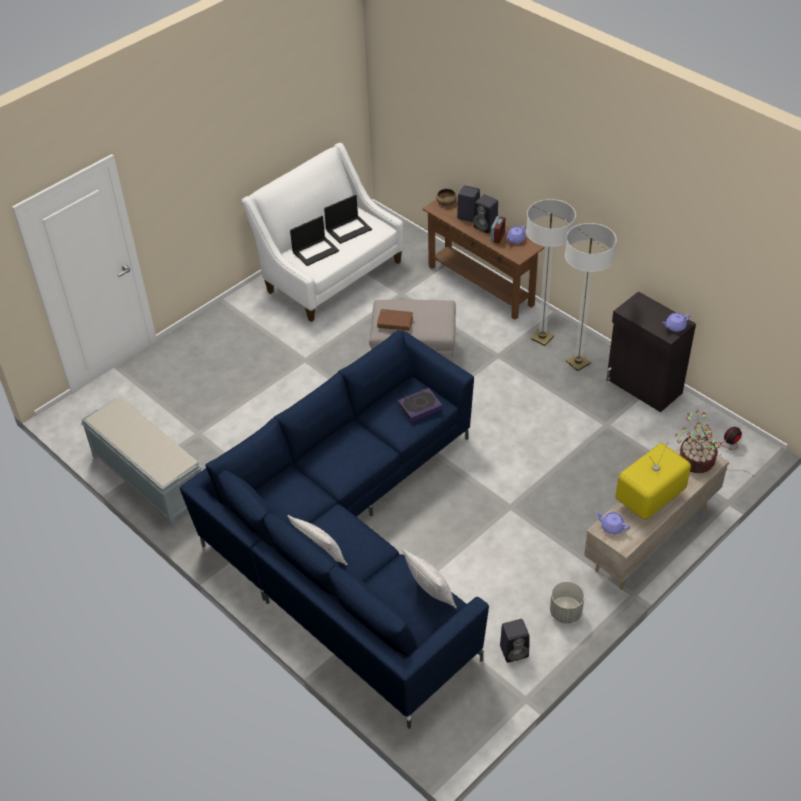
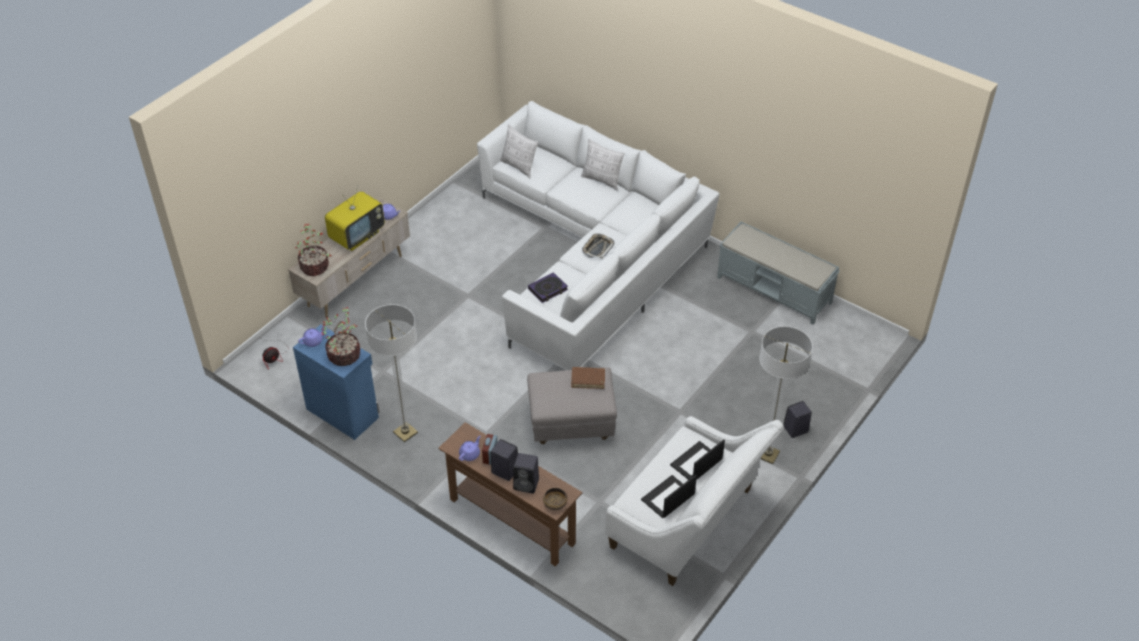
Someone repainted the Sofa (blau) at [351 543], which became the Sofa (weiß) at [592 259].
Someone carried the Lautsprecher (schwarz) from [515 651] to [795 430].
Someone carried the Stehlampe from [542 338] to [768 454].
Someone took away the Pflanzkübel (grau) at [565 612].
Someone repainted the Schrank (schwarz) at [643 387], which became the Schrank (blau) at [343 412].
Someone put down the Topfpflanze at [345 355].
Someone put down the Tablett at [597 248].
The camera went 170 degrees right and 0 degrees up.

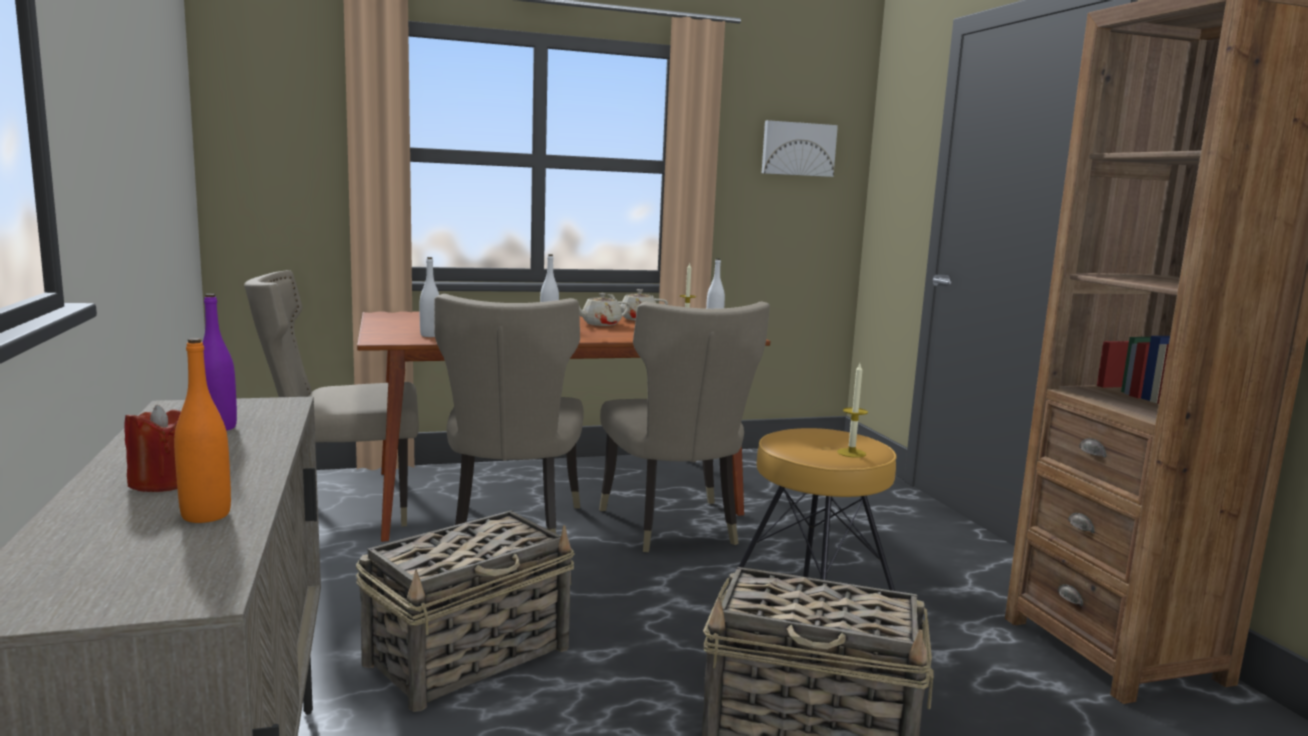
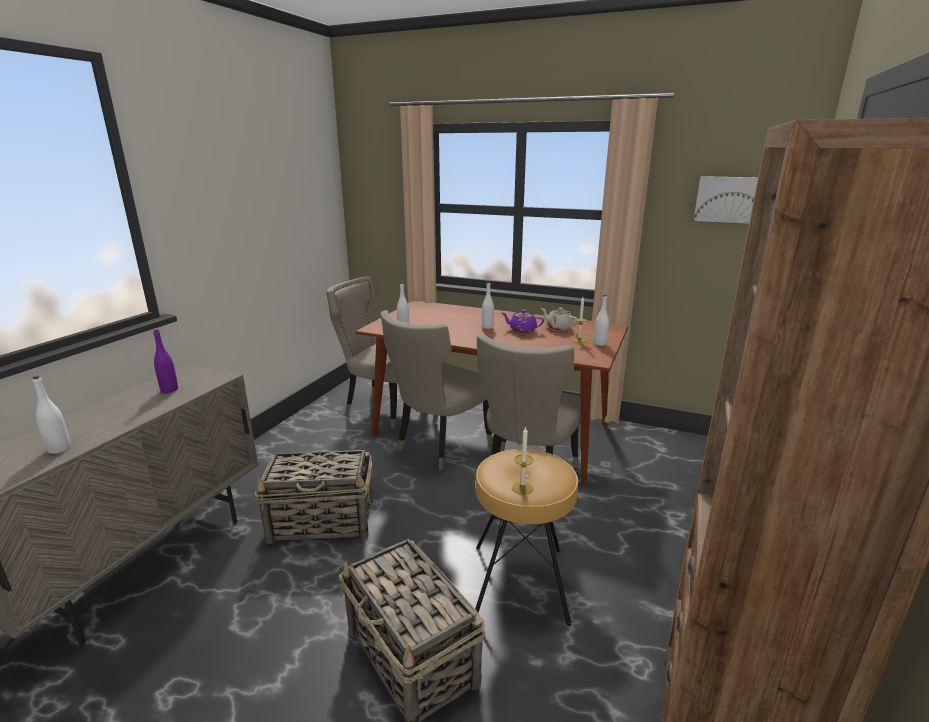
Someone took away the Kerze (rot) at [162 483].
Someone repainted the Flasche (orange) at [206 515], which became the Flasche (weiß) at [59 449].
Someone repainted the Teekanne (beige) at [600 324], which became the Teekanne (lila) at [522 330].
The camera went 40 degrees right and 10 degrees up.

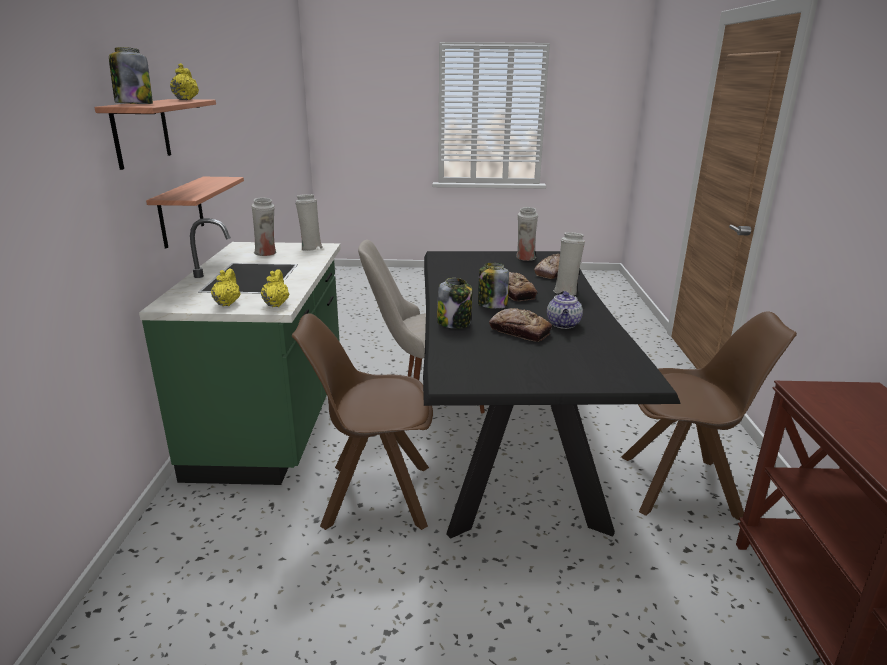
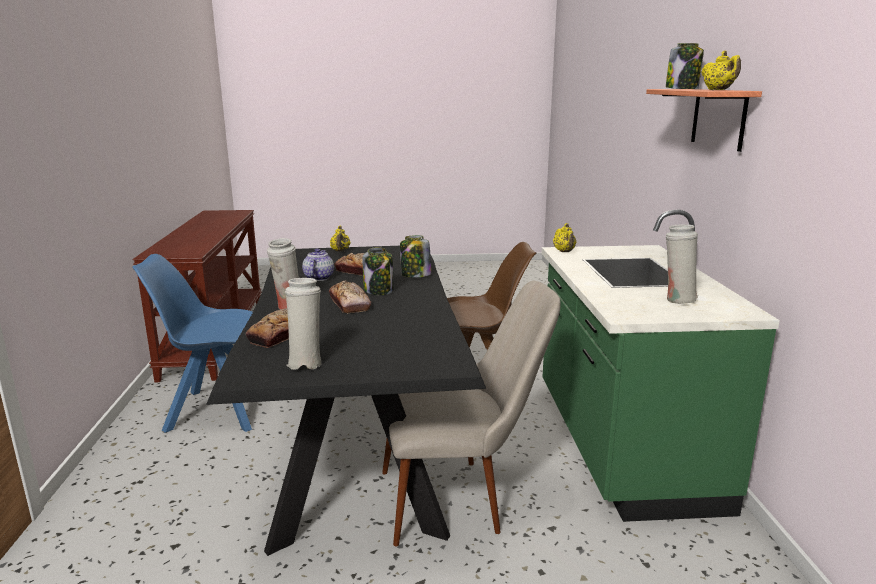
Someone took away the Wandregal at [181 212].
Someone carried the Teekanne (gelb) from [227 303] to [340 251].
Someone took away the Vase (weiß) at [310 248].
Someone repainted the Stuhl (braun) at [683 487], which became the Stuhl (blau) at [216 410].
The camera went 175 degrees right and 5 degrees down.

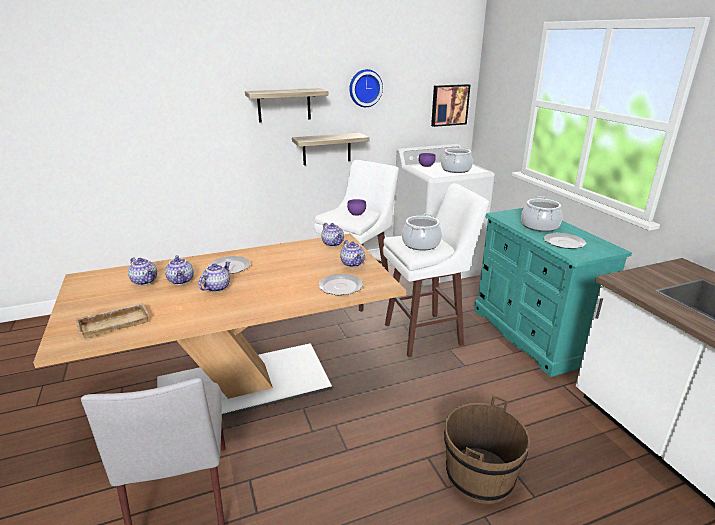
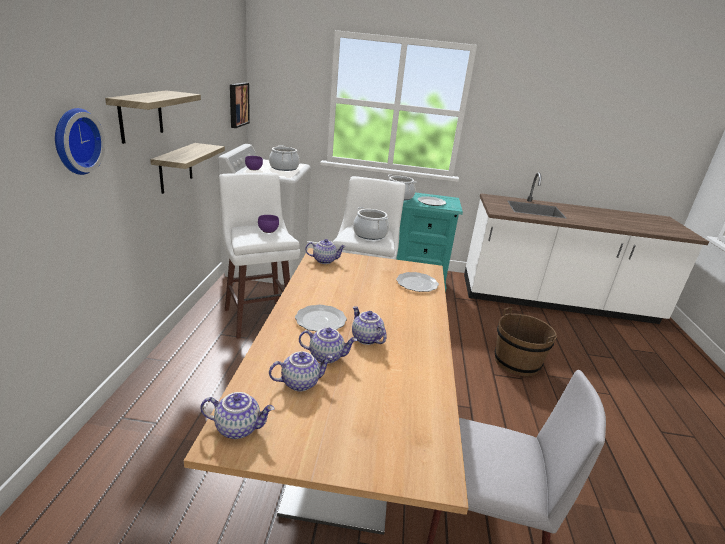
Someone took away the Tablett (beige) at [115 323].
Someone carried the Teekanne from [353 264] to [238 427].
Someone carried the Wanduhr from [365 88] to [74 141].
The camera went 65 degrees left and 0 degrees up.

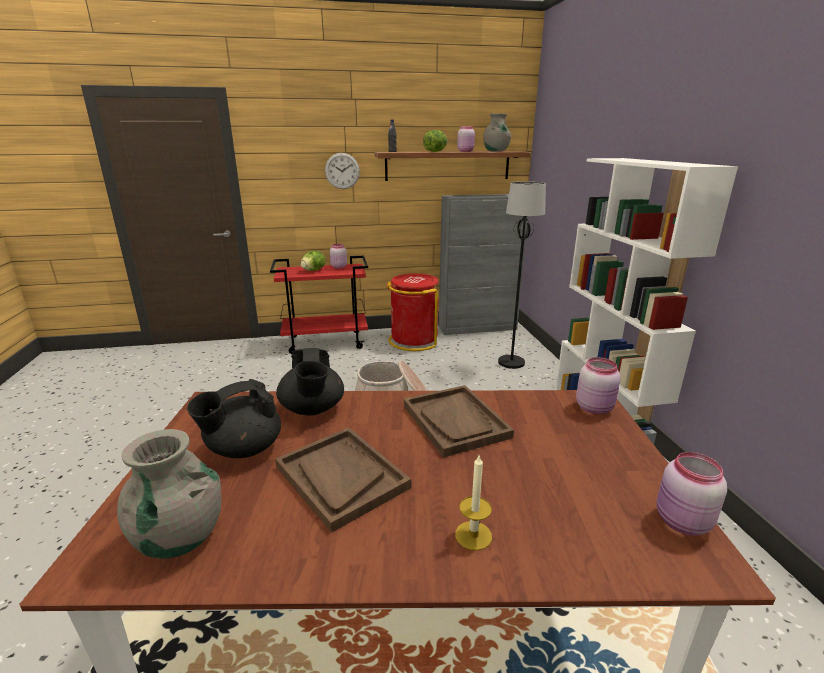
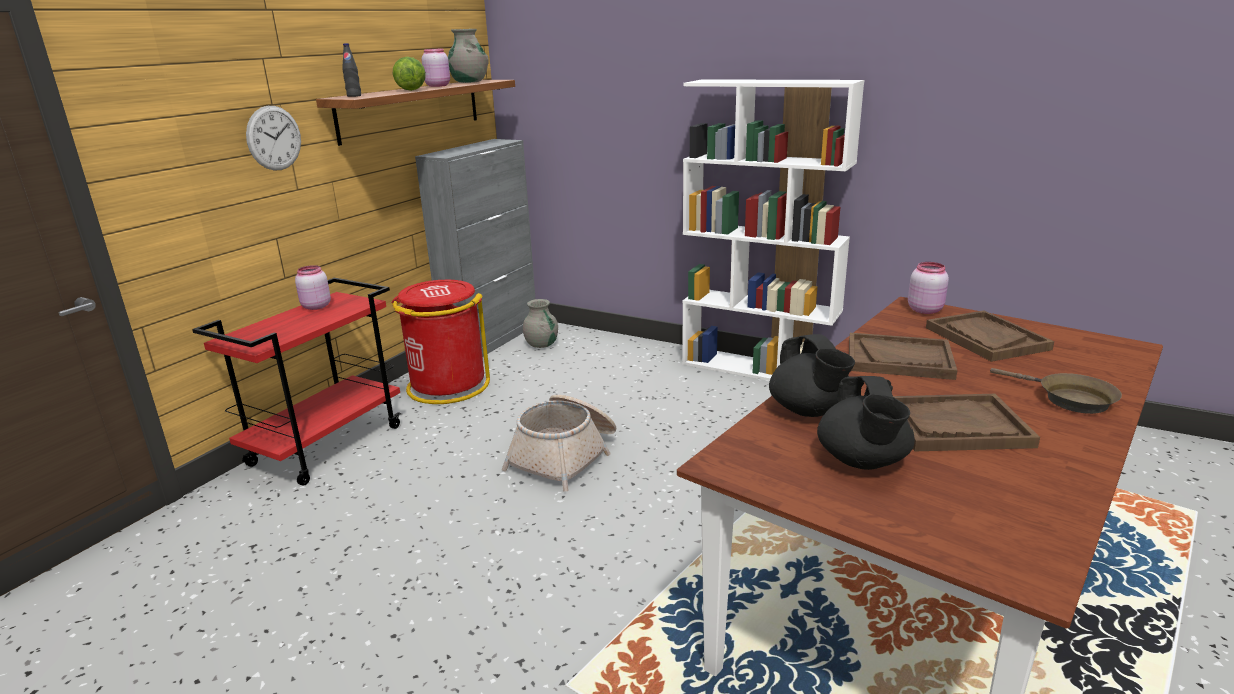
Someone carried the Vase (grau) from [180 537] to [541 344].
Someone rotated the Teekanne (schwarz) at [312 409] by 45 degrees clockwise.
Someone took away the Salatkopf at [313 270].
Someone swapped the Kerze at [473 535] for the Pfanne (braun) at [1069 399].
Someone took away the Stehlampe (schwarz) at [511 362].
Someone took away the Vorratsglas (rosa) at [681 522].
Someone put down the Tablett (braun) at [986 338].
The camera went 50 degrees left and 0 degrees up.

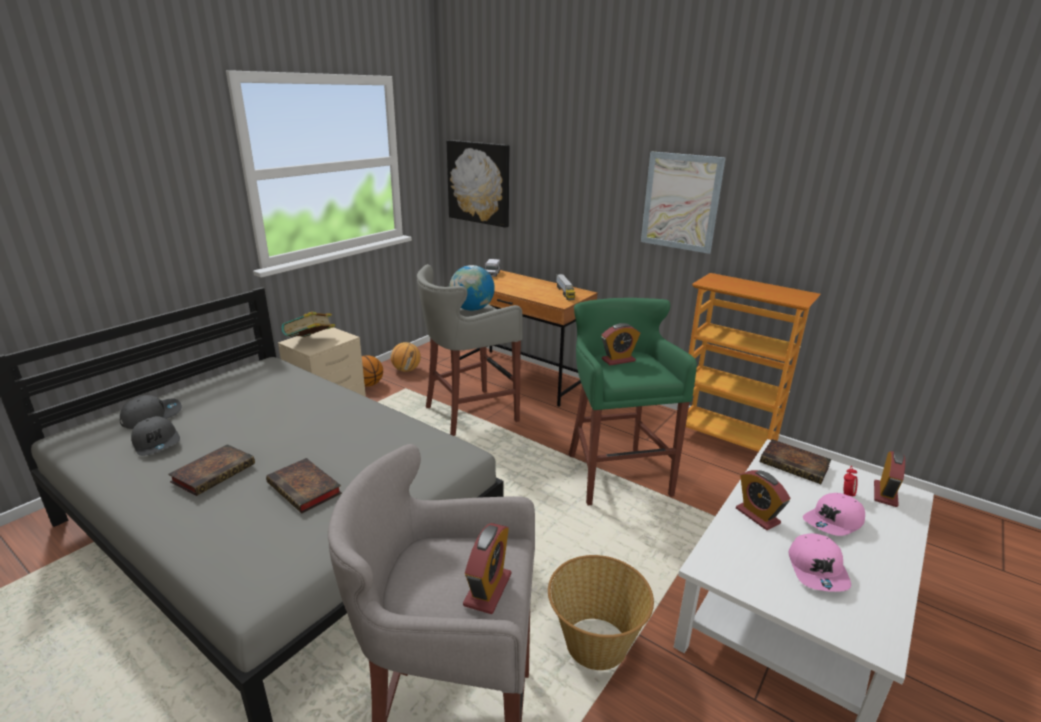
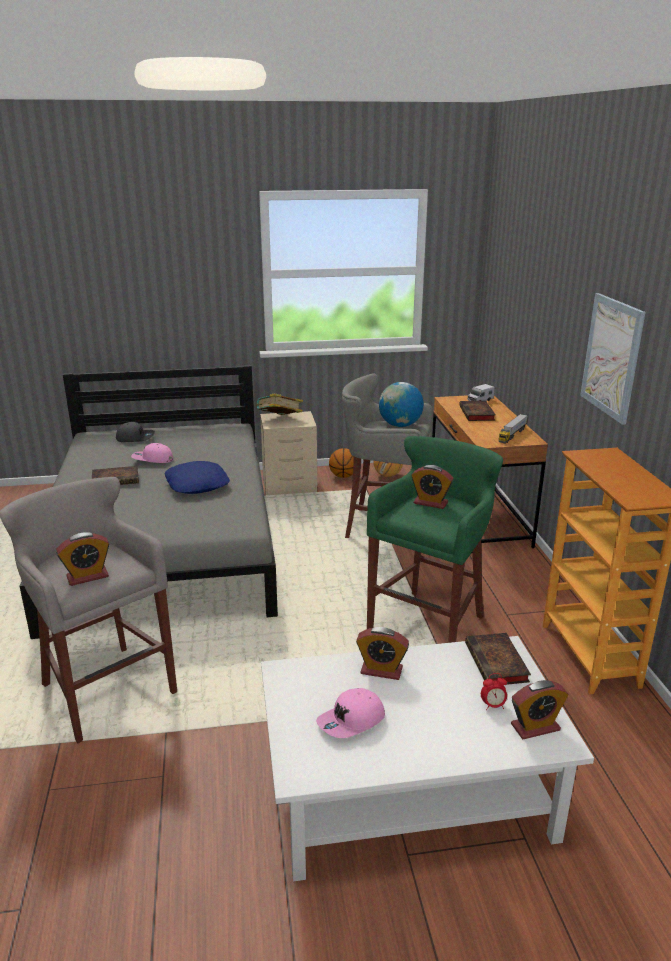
Someone took away the Kappe (grau) at [157 443].
Someone carried the Buch from [306 489] to [477 414].
Someone took away the Bild at [479 183].
Someone took away the Korb at [594 645].
Someone rotated the Wecker at [757 516] by 90 degrees counterclockwise.
Someone carried the Kappe (rosa) from [834 522] to [152 459].
Someone put down the Kissen (blau) at [197 484].
The camera went 45 degrees right and 0 degrees up.

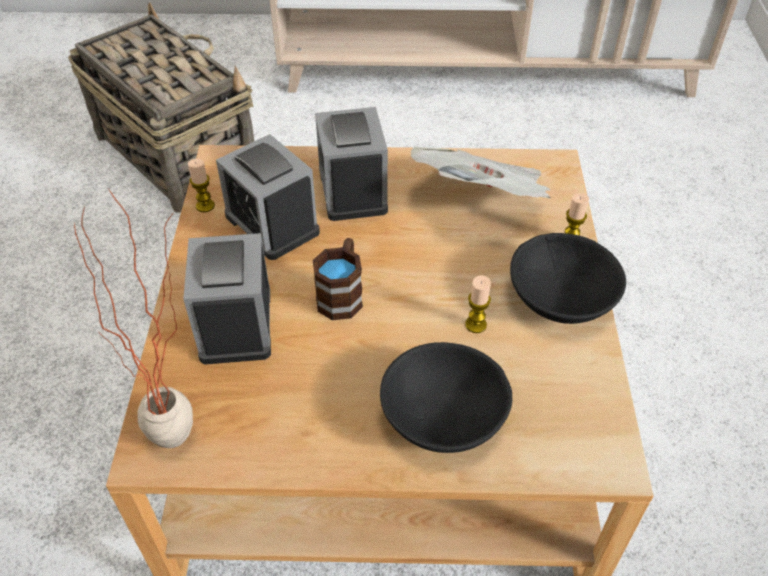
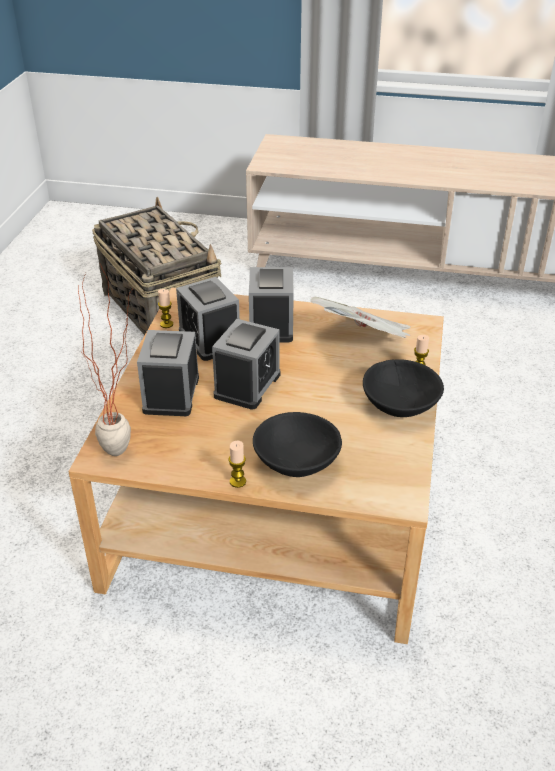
Someone swapped the Henkelbecher (braun) at [342 294] for the Wecker at [247 385].
Someone carried the Kerze from [475 325] to [237 481].
The camera went 10 degrees right and 10 degrees down.

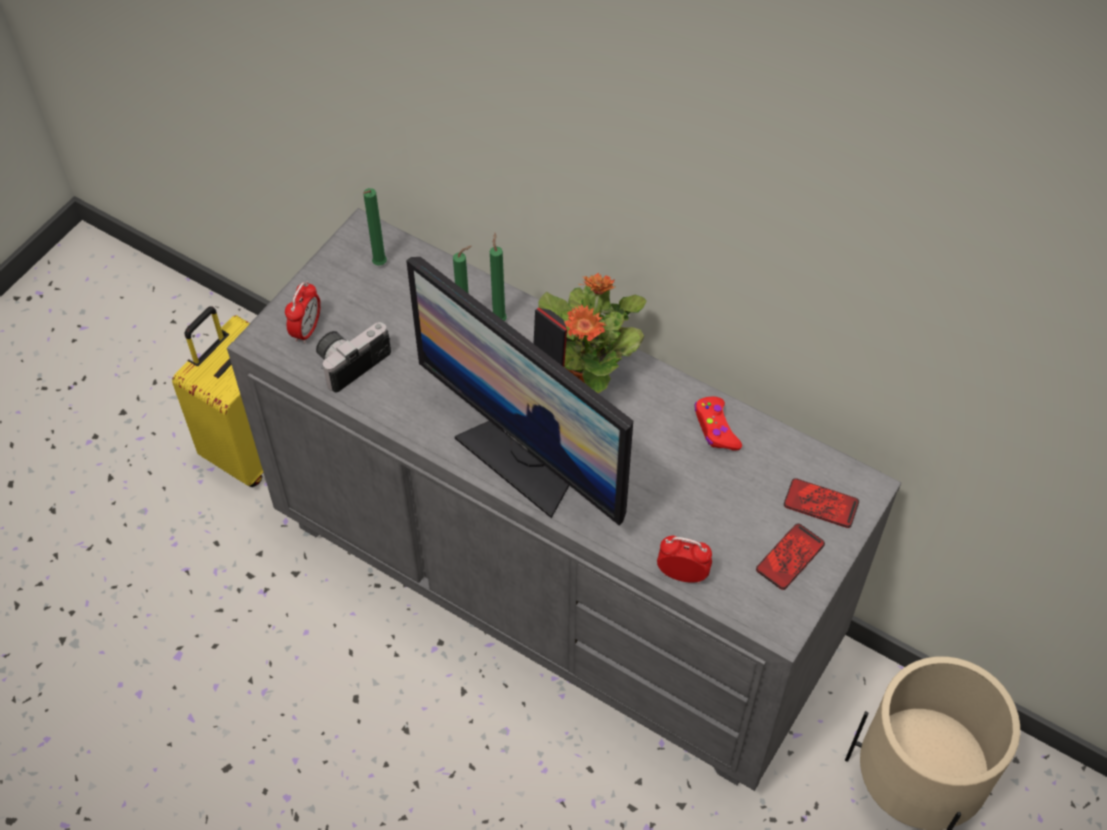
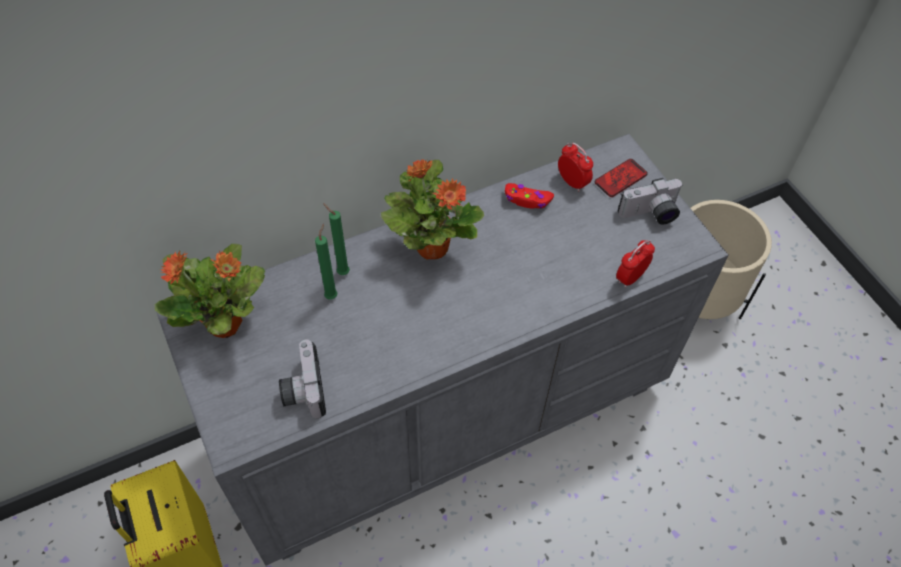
Someone carried the Wecker from [307 330] to [572 182].
Someone swapped the Kerze (grün) at [378 265] for the Topfpflanze at [226 324].
Someone took away the Monitor at [526 456].
Someone swapped the Handy at [790 557] for the Kamera at [650 214].
The camera went 60 degrees left and 0 degrees up.

